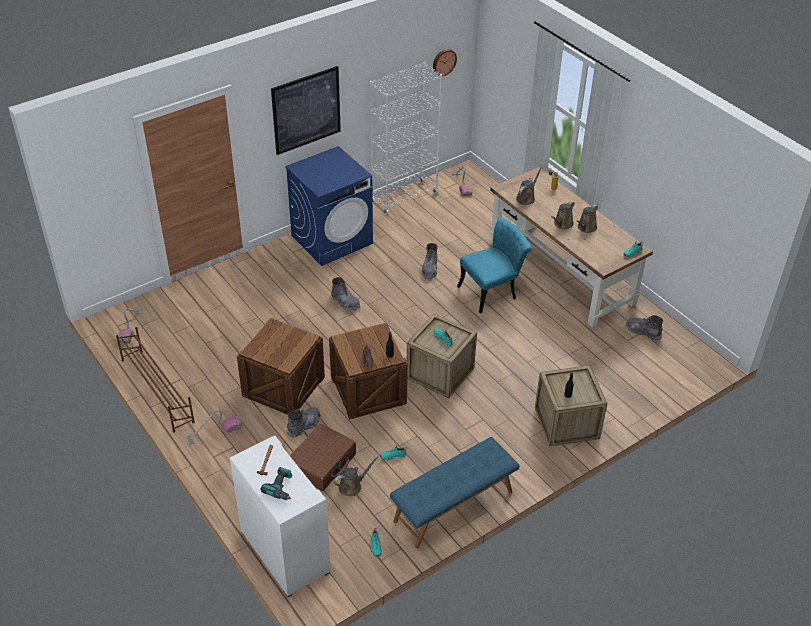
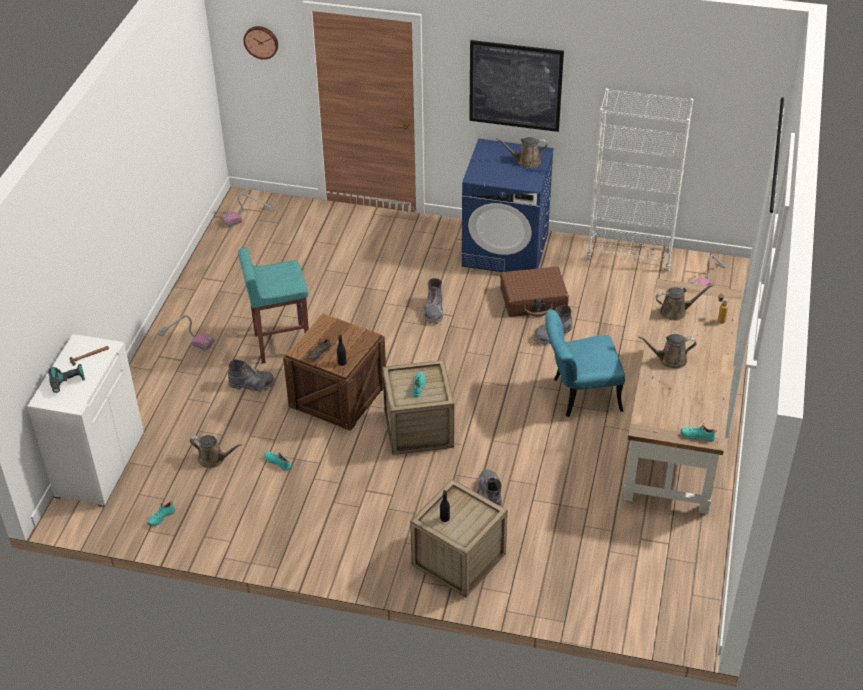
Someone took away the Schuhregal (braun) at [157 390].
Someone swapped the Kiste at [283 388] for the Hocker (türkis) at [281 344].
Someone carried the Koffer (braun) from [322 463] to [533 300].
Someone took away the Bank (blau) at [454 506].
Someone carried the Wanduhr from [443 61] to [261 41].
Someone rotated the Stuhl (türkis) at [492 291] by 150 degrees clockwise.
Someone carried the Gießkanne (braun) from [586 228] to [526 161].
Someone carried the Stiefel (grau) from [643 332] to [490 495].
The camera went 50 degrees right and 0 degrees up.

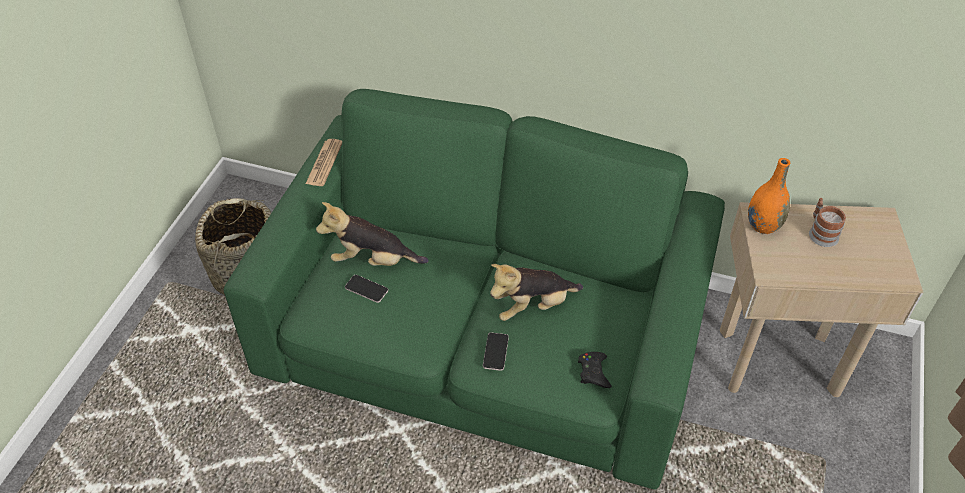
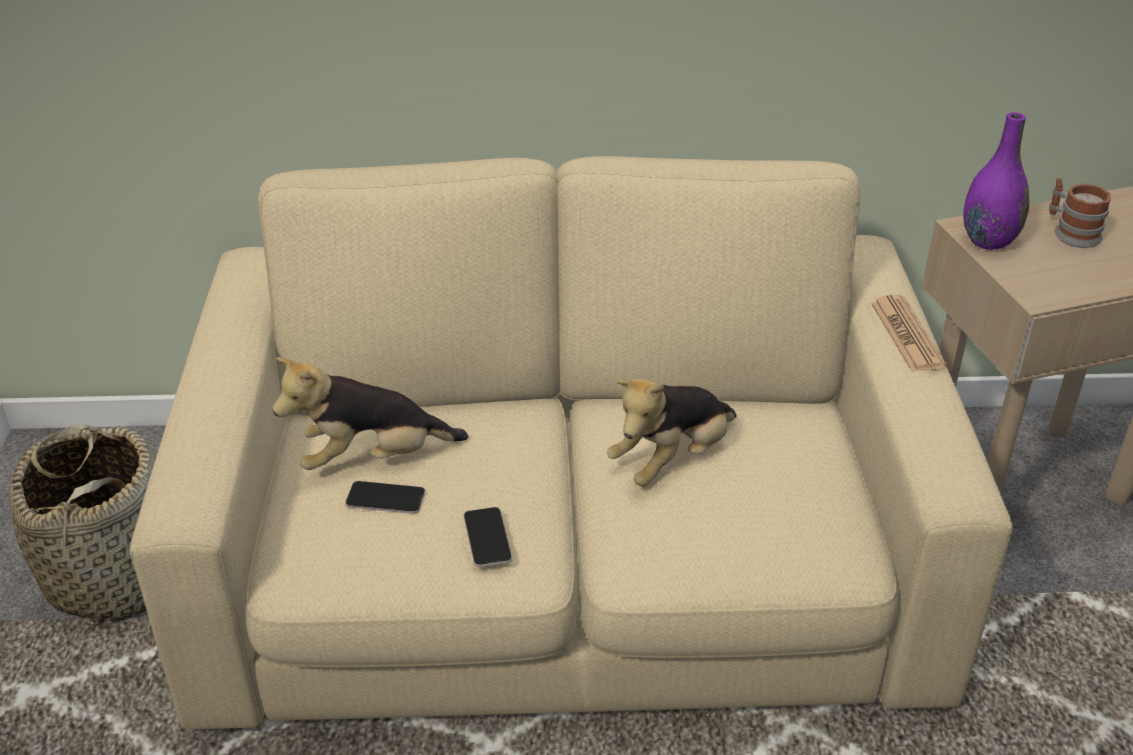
Someone repainted the Sofa (grün) at [483 337], which became the Sofa (beige) at [567 563].
Someone carried the Zeitung from [324 163] to [907 335].
Someone carried the Handy from [495 352] to [487 538].
Someone took away the Gamepad (schwarz) at [593 372].
Someone repainted the Vase (orange) at [763 226], which became the Vase (lila) at [988 241].
The camera went 20 degrees left and 10 degrees down.

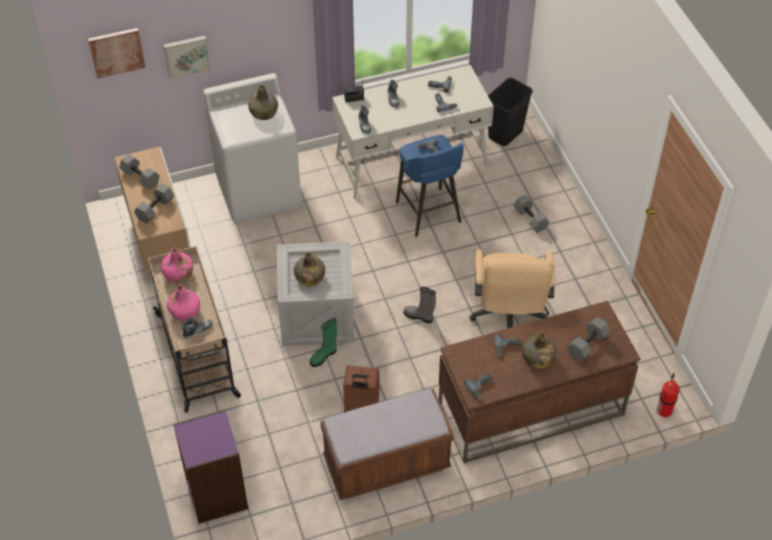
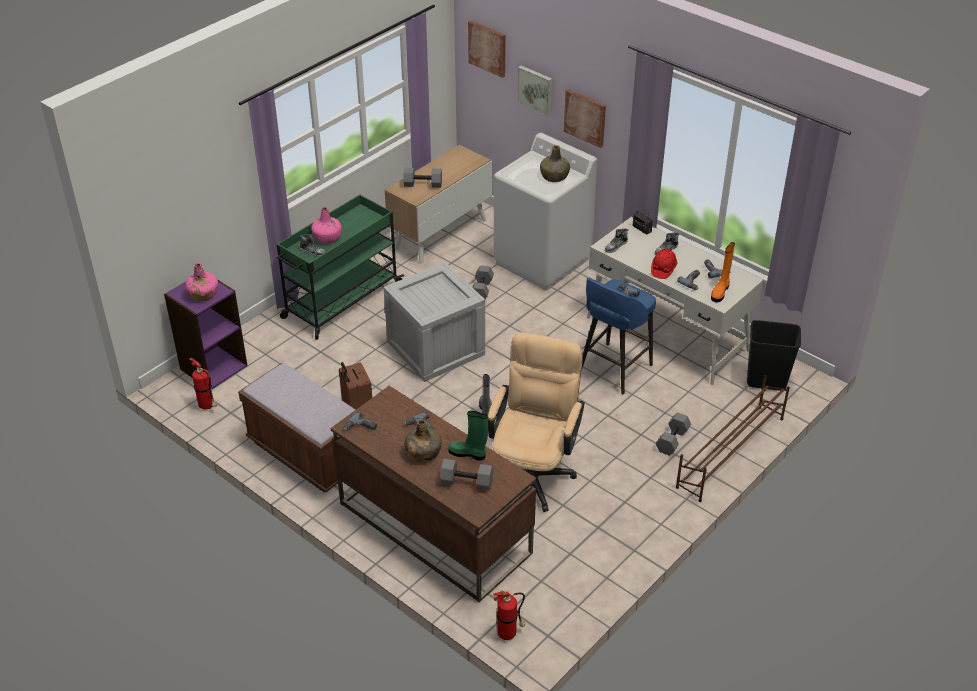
Someone carried the Hantel (grau) from [141 177] to [482 290].
Someone repainted the Rollwagen (beige) at [197 356], which became the Rollwagen (grün) at [341 301].
Someone carried the Flasche (rosa) from [178 274] to [203 294].
Someone took away the Flasche (grün) at [309 277].
Someone carried the Stiefel (grün) from [324 356] to [468 453].
Someone rotated the Bürostuhl (beige) at [508 318] by 135 degrees clockwise.
Someone put down the Feuerlöscher at [208 407].
Someone put up the Bild at [585 117].
Someone put down the Schutzhelm (rot) at [663 269].
Someone put down the Schuhregal (braun) at [730 452].
Someone put down the Stiefel (orange) at [720 292].
The camera went 60 degrees right and 10 degrees down.

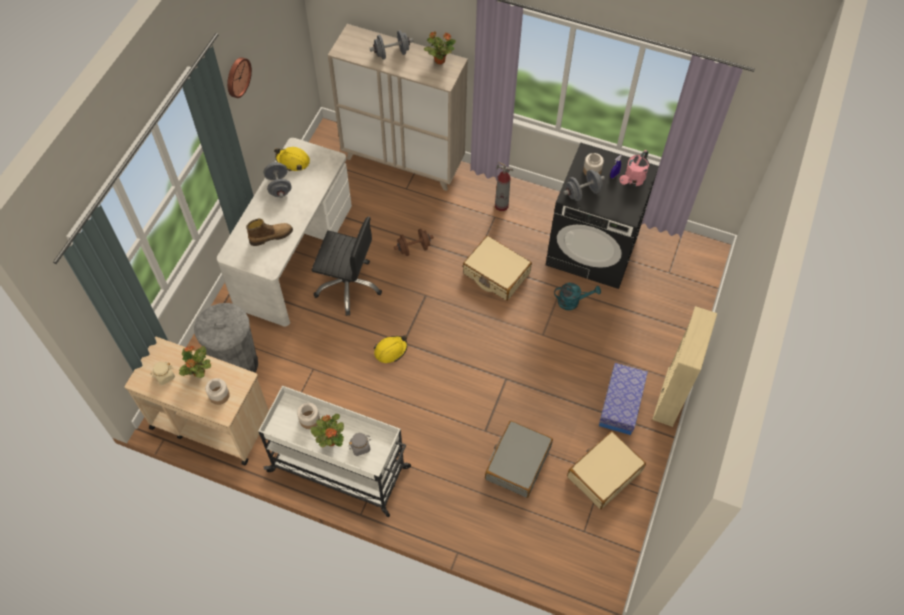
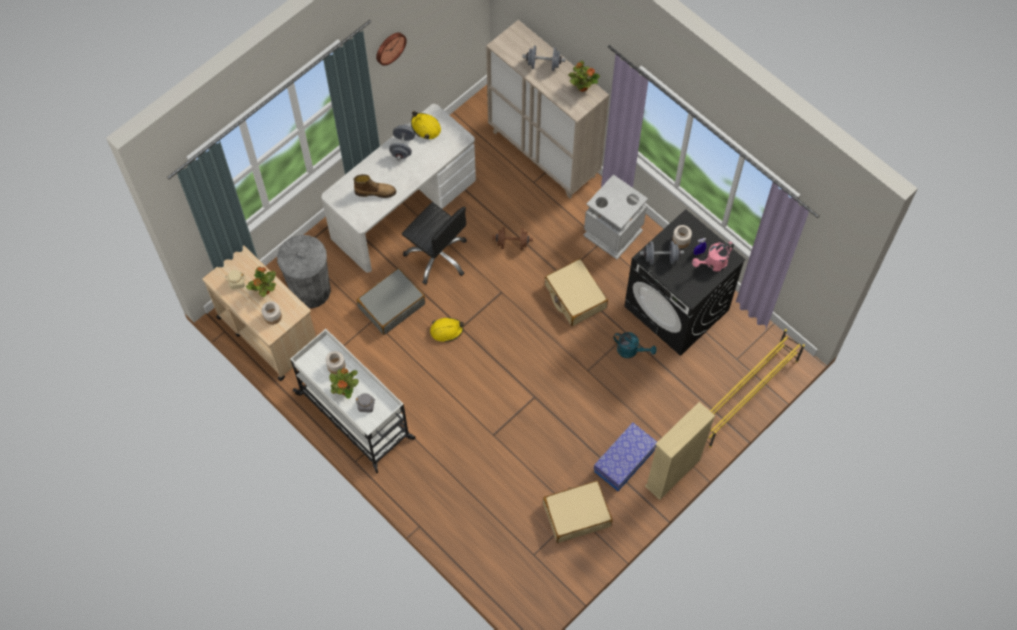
Someone carried the Koffer (grau) from [517 462] to [391 305].
Someone swapped the Feuerlöscher at [501 206] for the Mülleimer (grau) at [613 233].
Someone put down the Schuhregal (gelb) at [744 395].
The camera went 25 degrees right and 5 degrees up.

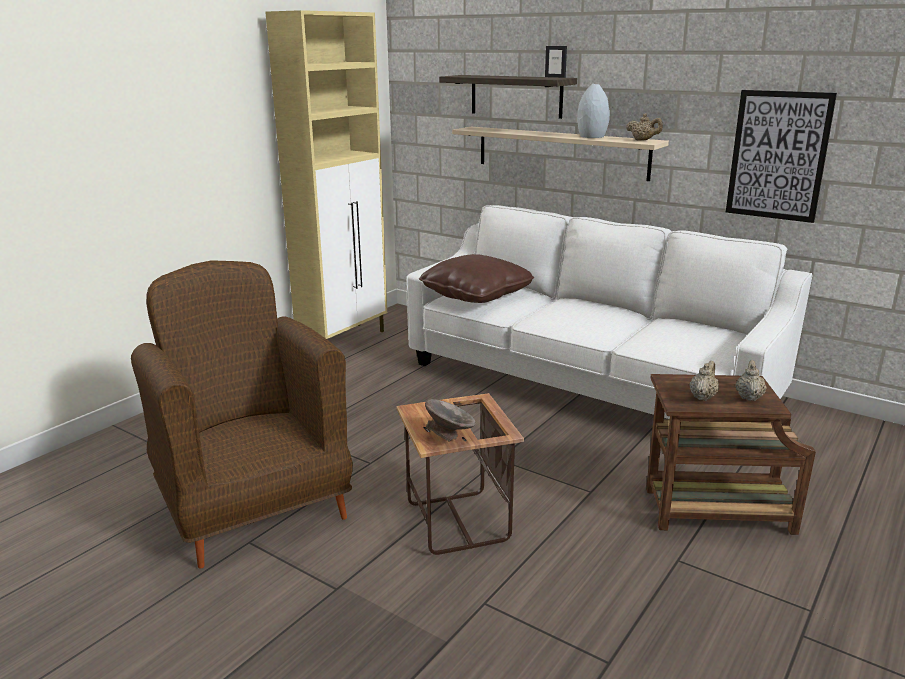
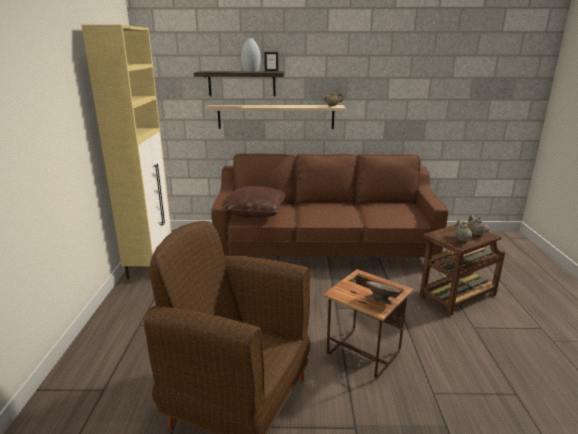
Someone repainted the Sofa (weiß) at [588 384], which became the Sofa (braun) at [325 249].
Someone carried the Vase (grau) from [591 137] to [250 71].
Someone took away the Bild at [778 155].
The camera went 35 degrees left and 0 degrees up.

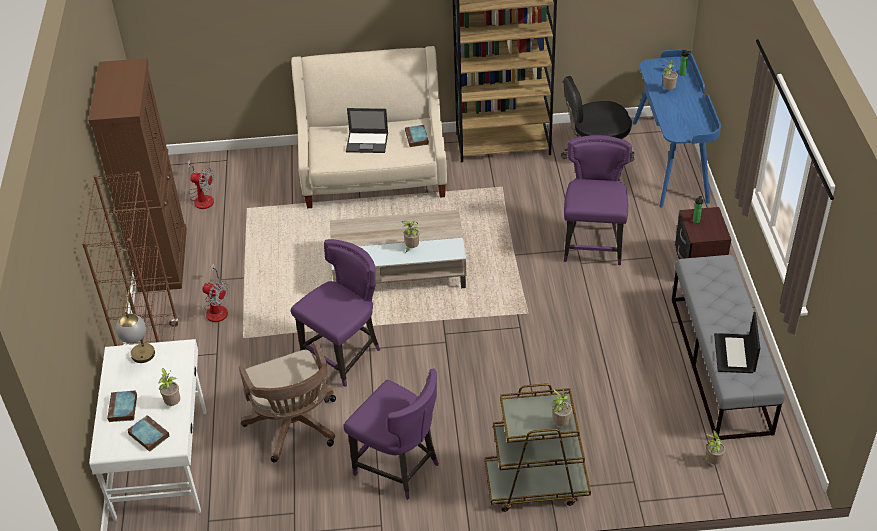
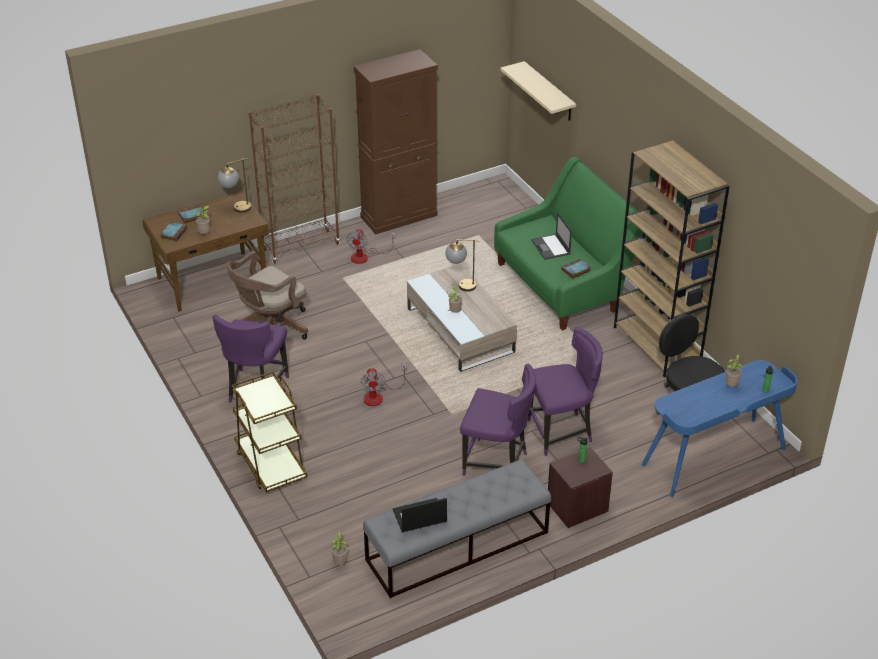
Someone repainted the Schreibtisch (weiß) at [163 462], which became the Schreibtisch (braun) at [213 282].
Someone carried the Ventilator from [202 198] to [378 396].
Someone repainted the Sofa (beige) at [373 173], which became the Sofa (grün) at [563 284].
Someone carried the Stuhl (lila) from [344 354] to [496 463].
Someone took away the Topfpflanze at [560 423].
Someone put down the Tischlampe at [460 286].
Someone put up the Wandregal (beige) at [549 92].
The camera went 65 degrees right and 5 degrees down.

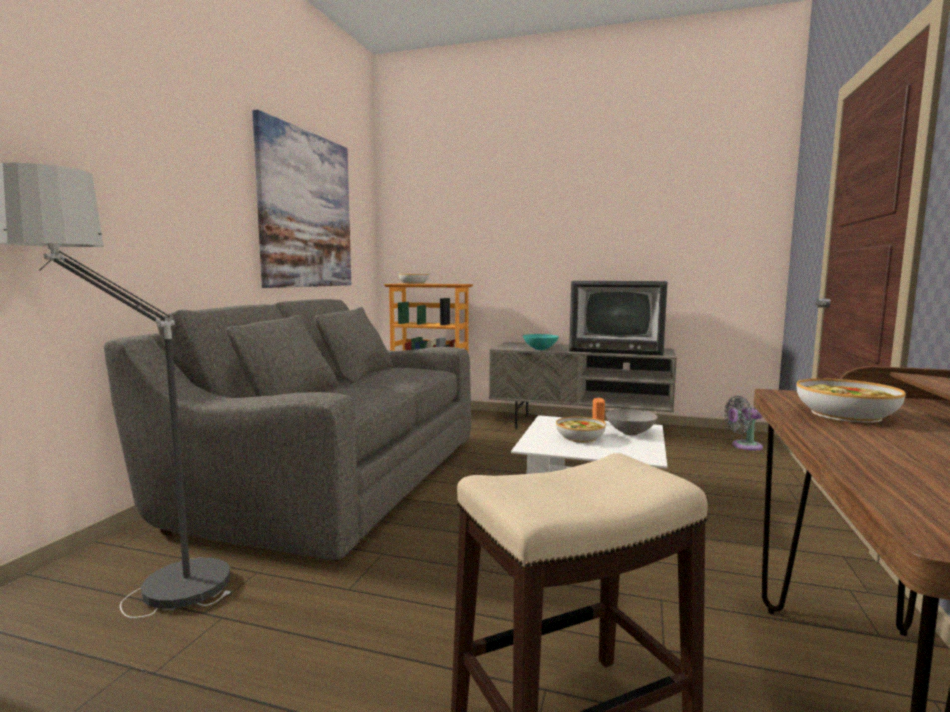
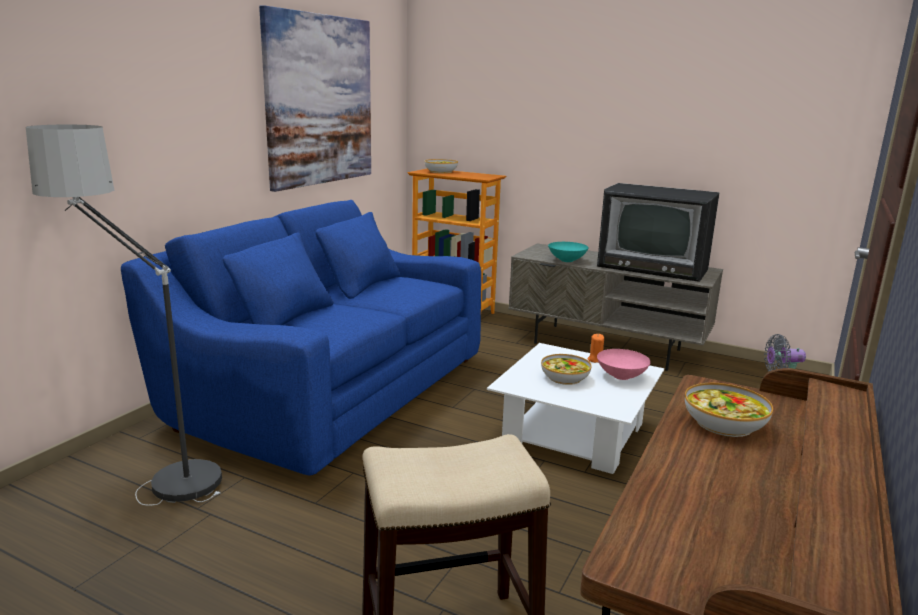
Someone repainted the Sofa (grau) at [332 479], which became the Sofa (blau) at [330 388].
Someone repainted the Schüssel (grau) at [630 433], which became the Schüssel (rosa) at [621 377].
The camera went 10 degrees right and 10 degrees up.

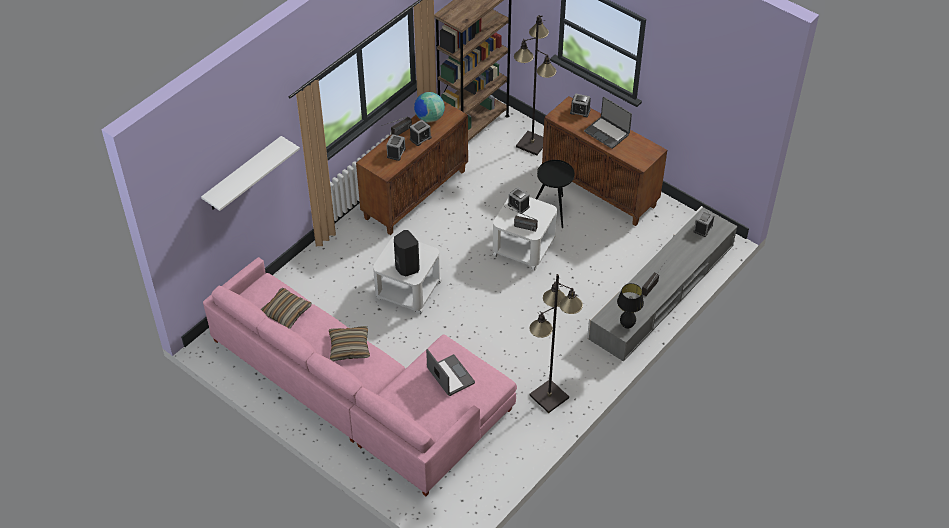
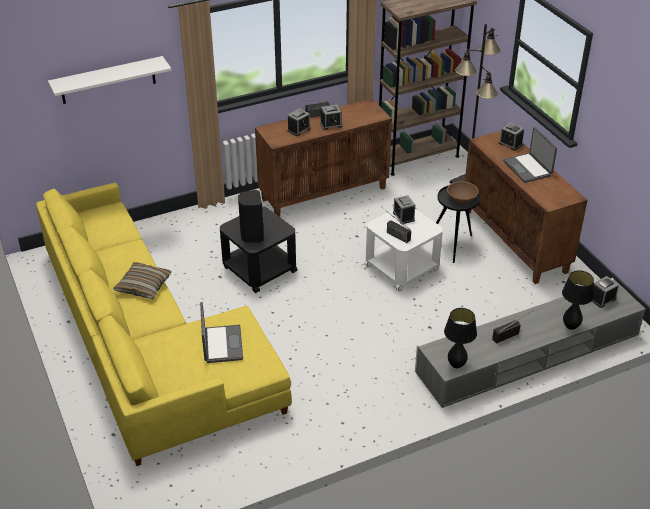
Someone repainted the Sofa (rosa) at [362 393], which became the Sofa (gelb) at [147 344].
Someone took away the Kissen at [286 312].
Someone repainted the Beistelltisch (weiß) at [407 290], which became the Beistelltisch (schwarz) at [259 269].
Someone took away the Globus at [429 118].
Someone took away the Stehlampe (schwarz) at [549 397].
Someone put down the Schüssel (braun) at [461 199].
Someone put down the Tischlampe (schwarz) at [570 326].
The camera went 25 degrees right and 10 degrees down.

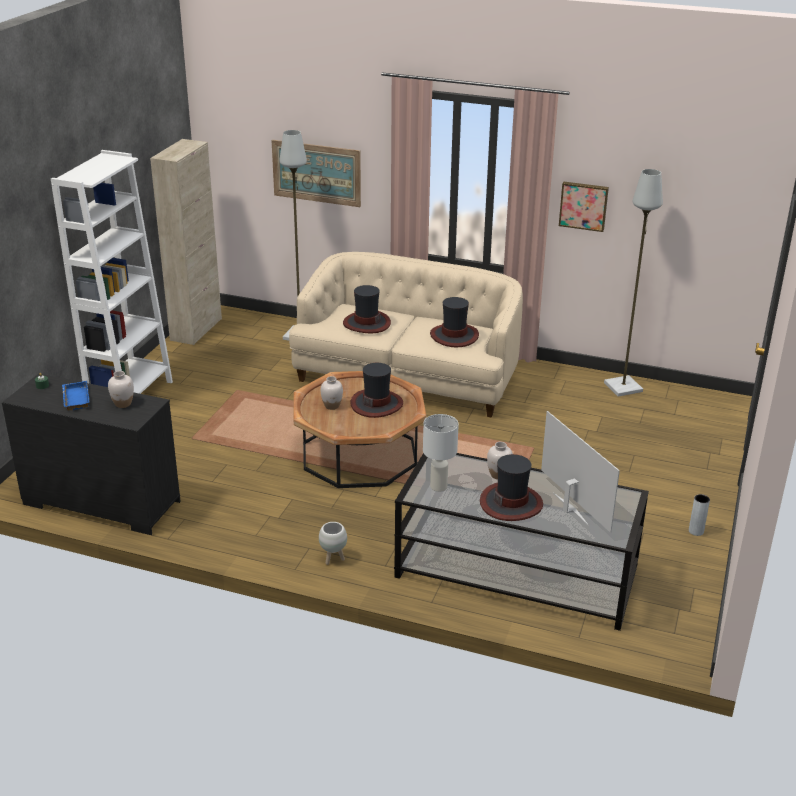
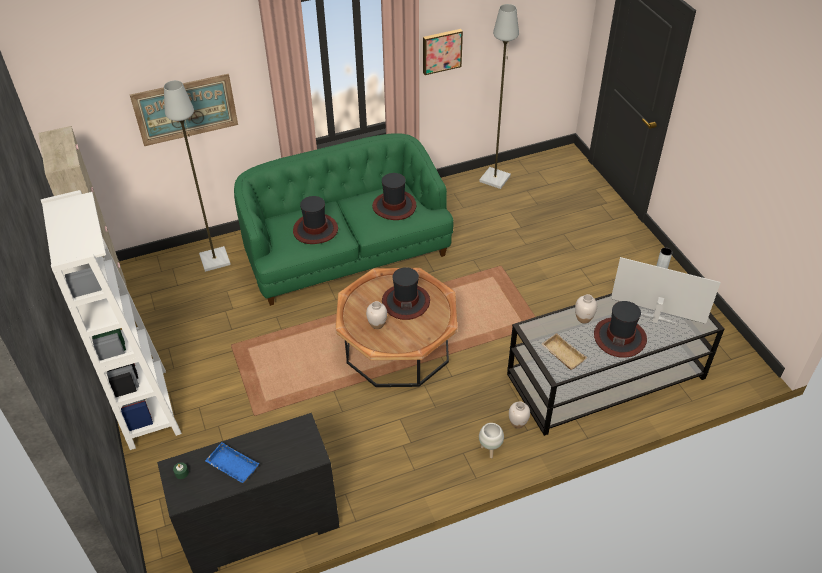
Someone carried the Vase (weiß) from [123 404] to [518 423].
Someone repainted the Sofa (beige) at [408 377], which became the Sofa (grün) at [346 252].
Someone swapped the Tischlampe (weiß) at [438 486] for the Tablett (beige) at [562 354].
The camera went 40 degrees left and 15 degrees up.

